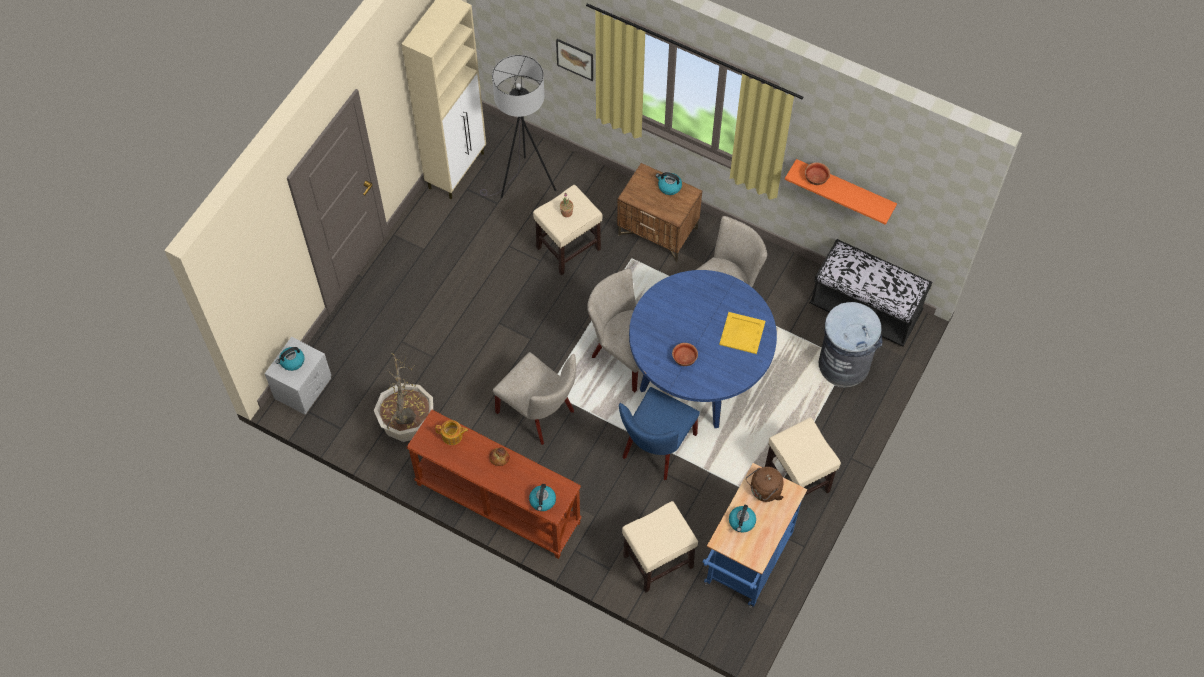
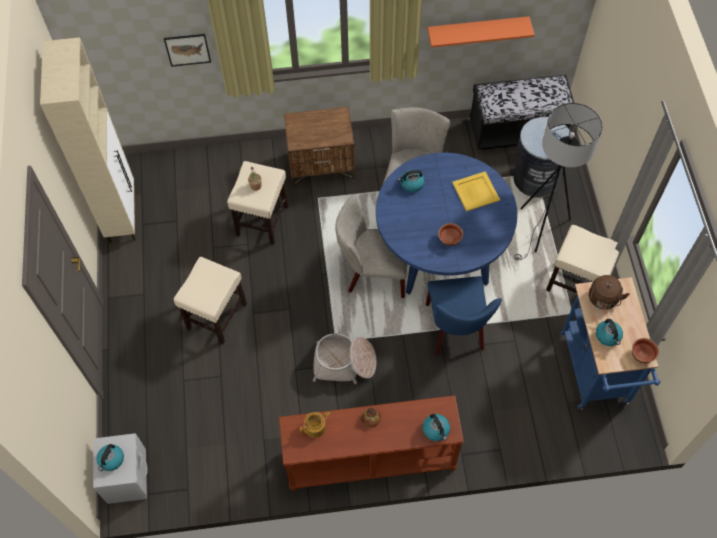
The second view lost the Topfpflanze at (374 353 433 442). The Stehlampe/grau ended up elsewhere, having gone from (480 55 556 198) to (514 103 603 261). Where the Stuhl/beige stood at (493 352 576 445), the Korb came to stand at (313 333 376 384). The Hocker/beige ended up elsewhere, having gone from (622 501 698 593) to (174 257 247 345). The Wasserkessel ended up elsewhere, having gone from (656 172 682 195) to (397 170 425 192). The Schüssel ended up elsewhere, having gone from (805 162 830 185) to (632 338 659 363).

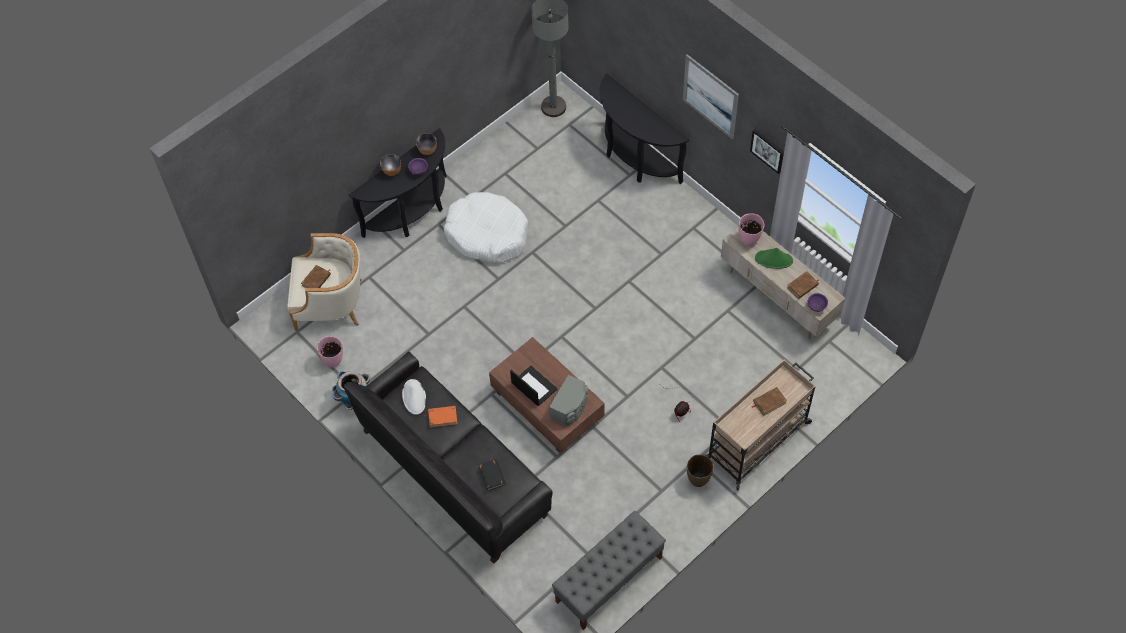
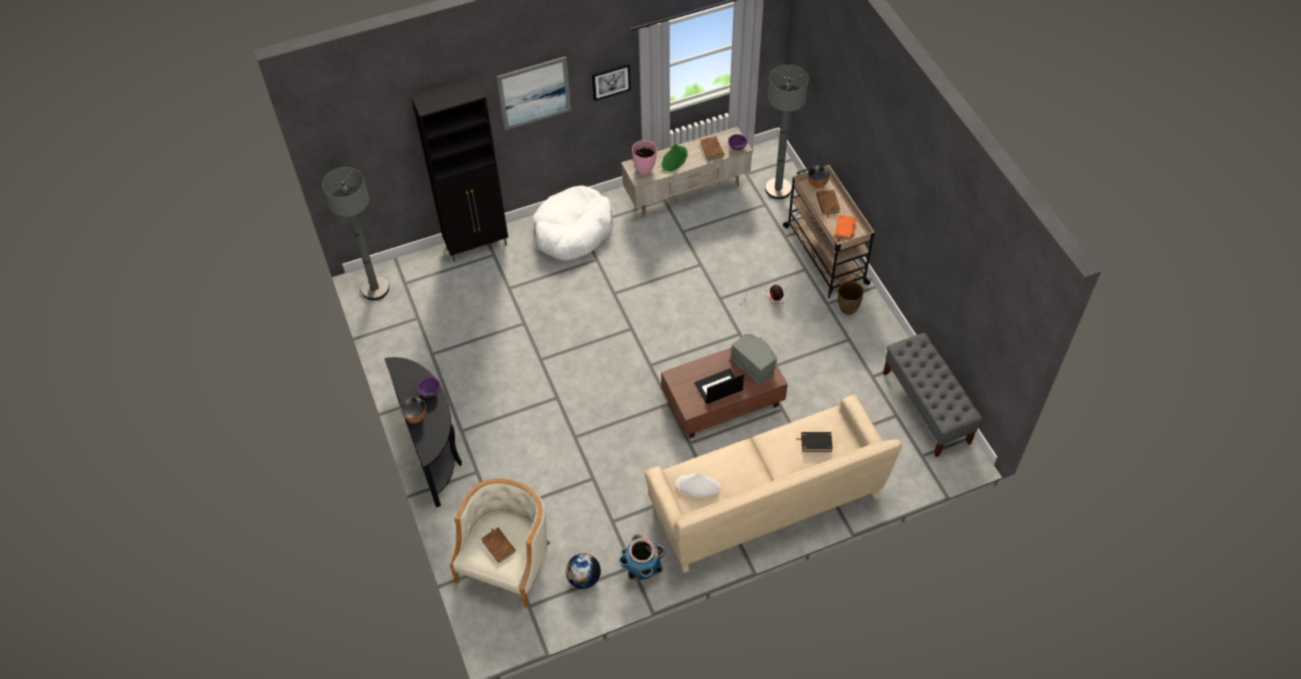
Where the Vase/rosa stood at (317 336 343 368), the Globus came to stand at (566 553 601 589). What was the Sofa/schwarz at (343 351 553 564) turned into the Sofa/beige at (644 394 902 573). The Schüssel ended up elsewhere, having gone from (416 133 437 155) to (808 166 830 188). The Buch/orange ended up elsewhere, having gone from (424 406 457 427) to (834 215 857 242). The Hundebett/weiß ended up elsewhere, having gone from (443 192 528 263) to (533 185 613 261). Where the Konsolentisch/schwarz stood at (600 74 689 184), the Schrank/schwarz came to stand at (411 77 508 262). The second view gained the Stehlampe/grau at (765 65 808 199).

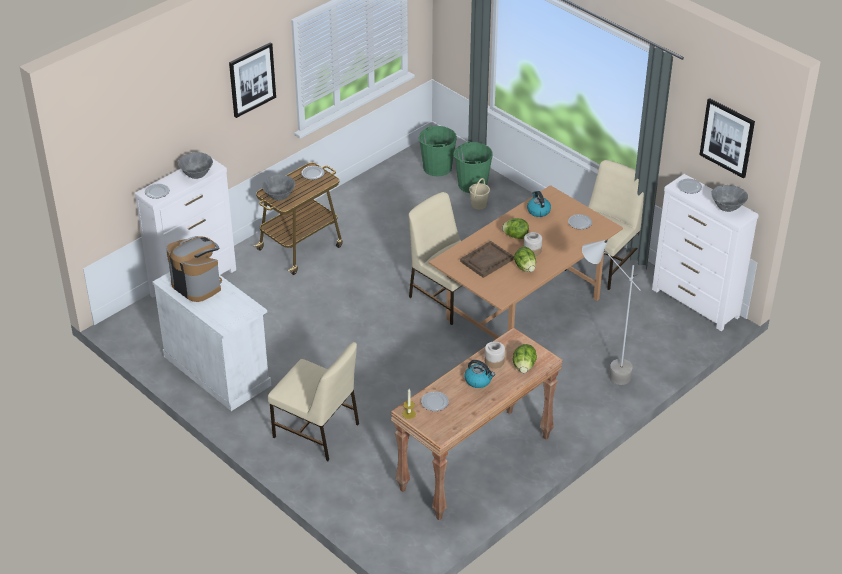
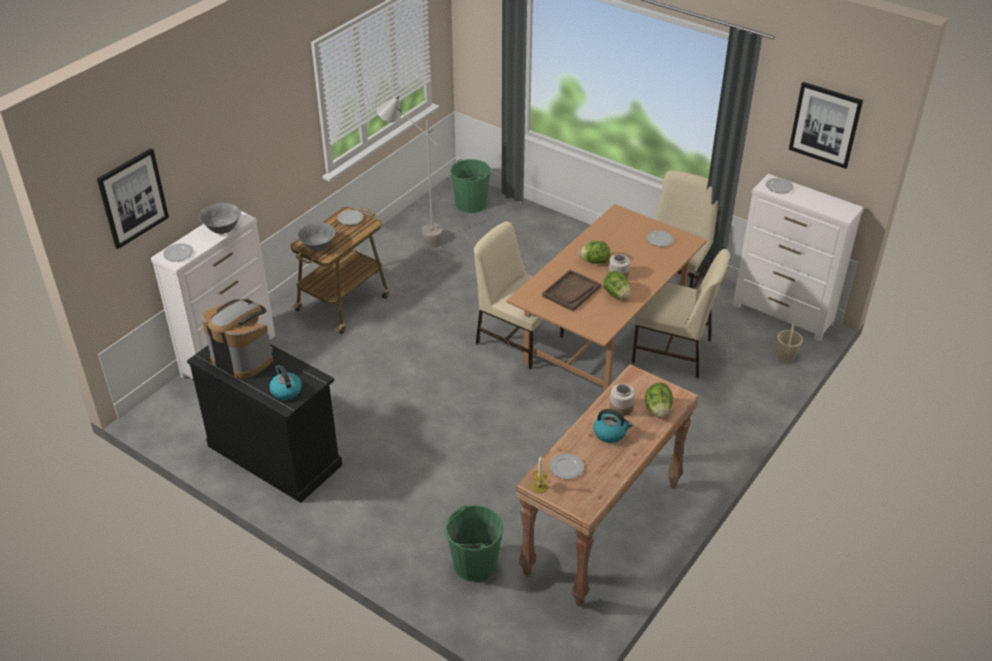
What was the Schrank/weiß at (152 272 271 411) turned into the Schrank/schwarz at (187 344 342 503). The Bild ended up elsewhere, having gone from (229 42 276 118) to (97 148 169 249). The Stuhl/beige ended up elsewhere, having gone from (268 342 359 461) to (632 249 729 378). The Eimer/grün ended up elsewhere, having gone from (453 141 493 193) to (445 505 503 582). The Eimer/beige ended up elsewhere, having gone from (469 178 490 210) to (777 324 803 362). The Wasserkessel ended up elsewhere, having gone from (527 191 551 217) to (269 365 302 400). The Stehlampe/grau ended up elsewhere, having gone from (582 240 641 385) to (376 96 443 248). The second view lost the Schüssel/grau at (711 185 748 212).

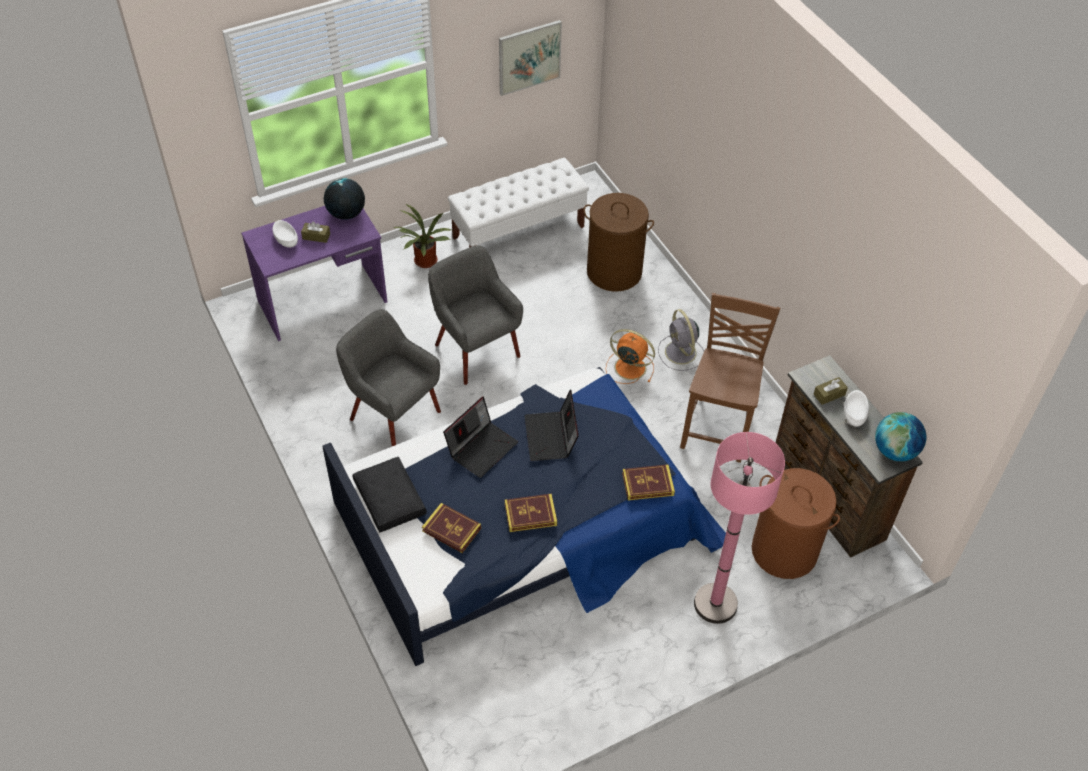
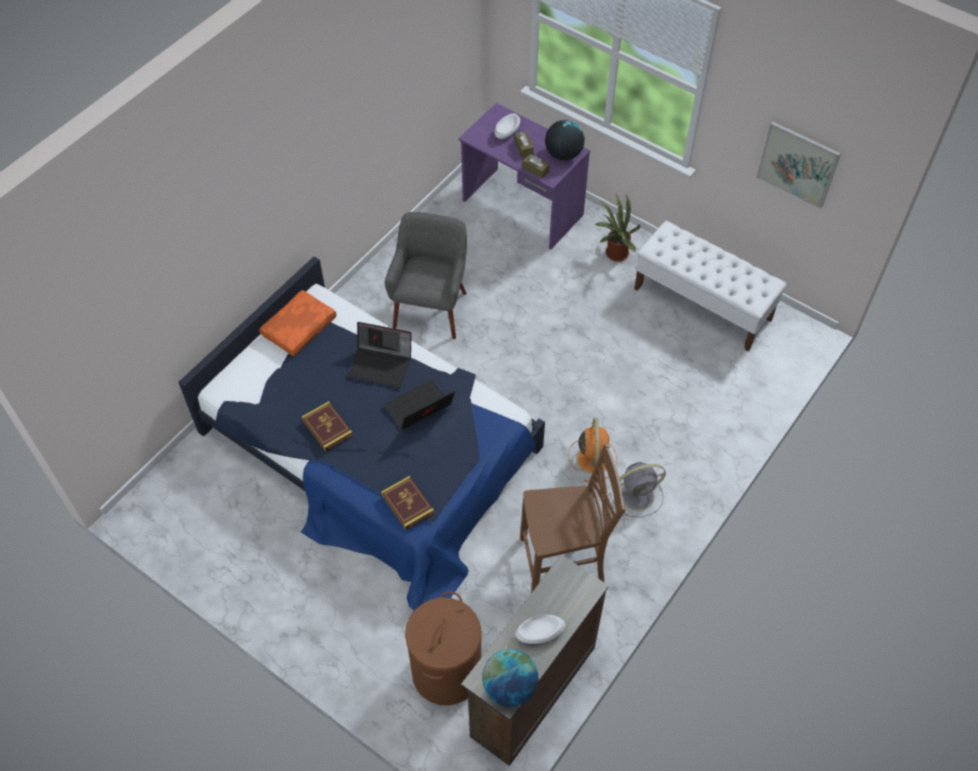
What was the Kissen/schwarz at (352 457 427 532) turned into the Kissen/orange at (259 290 337 356). The second view lost the Buch at (422 503 481 553). The second view lost the Sessel/grau at (428 246 523 385). The second view lost the Wäschekorb/braun at (583 193 654 292). The Ventilator/grau at (658 309 704 371) ended up facing another way, 150 degrees counterclockwise from before. The second view lost the Stehlampe/rosa at (694 432 785 624). The Taschentuchbox/braun ended up elsewhere, having gone from (813 377 848 405) to (522 154 550 179).

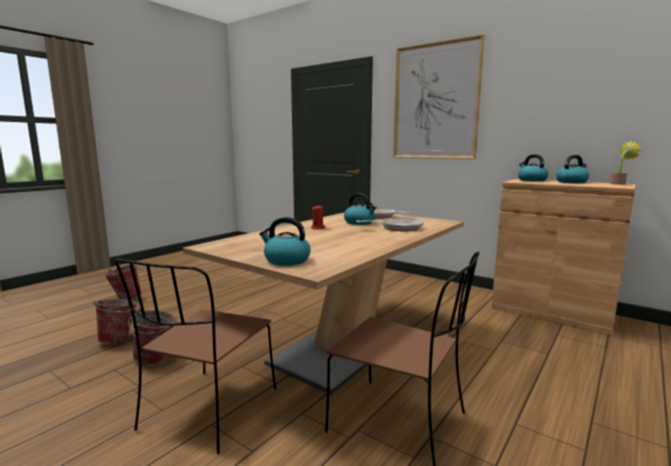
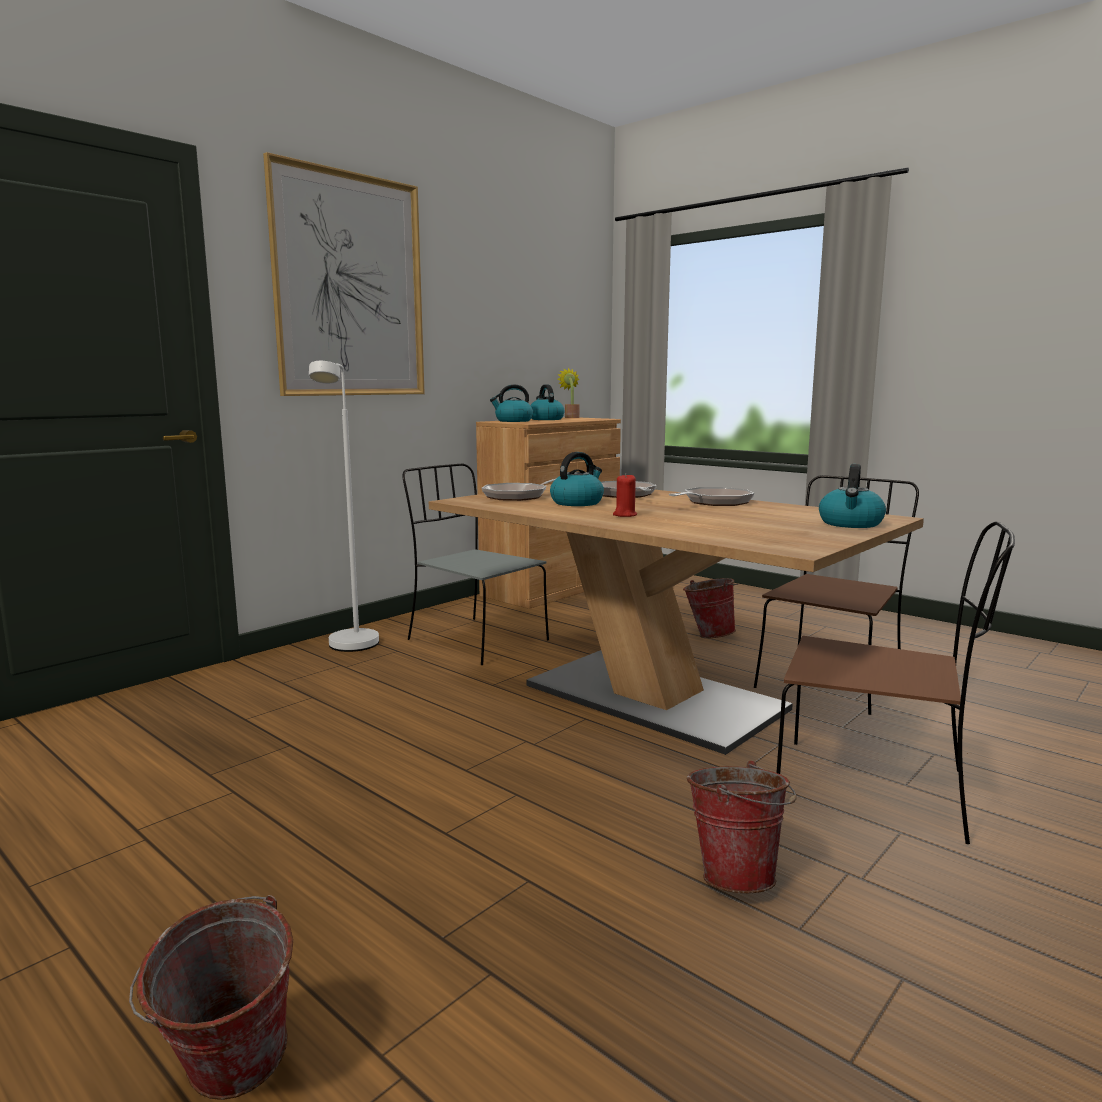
The Eimer ended up elsewhere, having gone from (93 299 139 344) to (683 578 738 638). The second view gained the Stehlampe/weiß at (309 361 379 652). The second view gained the Stuhl/grau at (403 464 549 665). The second view gained the Pfanne at (669 487 754 506).

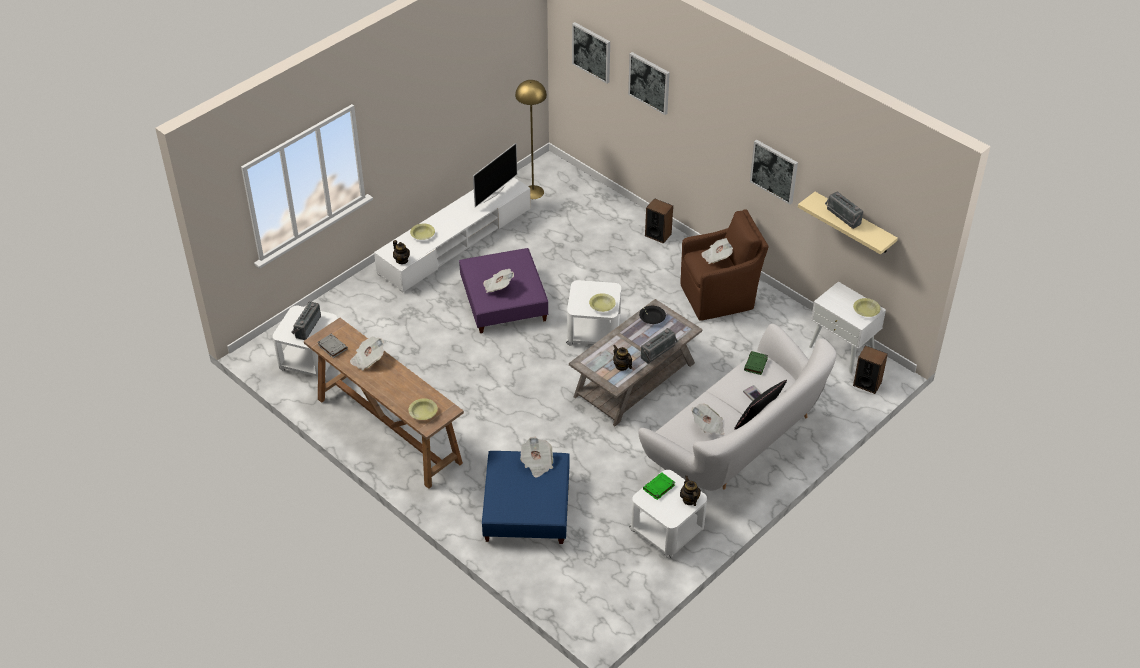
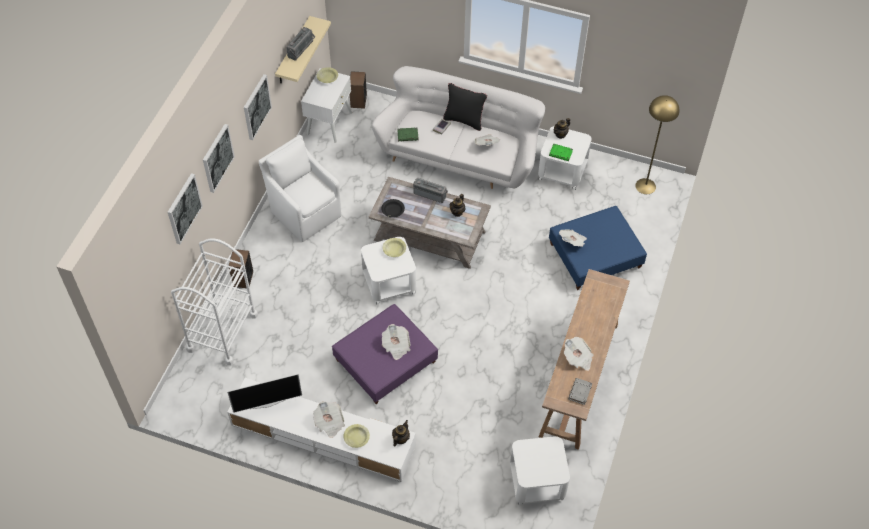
The second view lost the Radio at (291 301 321 340). The second view lost the Schüssel/gelb at (408 399 438 420). The Fernseher at (473 143 517 207) ended up facing another way, 150 degrees clockwise from before. The Stehlampe/gelb ended up elsewhere, having gone from (515 80 547 199) to (635 95 680 194). The Bild ended up elsewhere, having gone from (572 22 610 84) to (203 124 235 193). What was the Sessel/braun at (680 210 768 321) turned into the Sessel/weiß at (259 135 341 242). The Zeitung ended up elsewhere, having gone from (701 238 733 264) to (313 401 345 438). The second view gained the Rollwagen/weiß at (171 238 258 365).

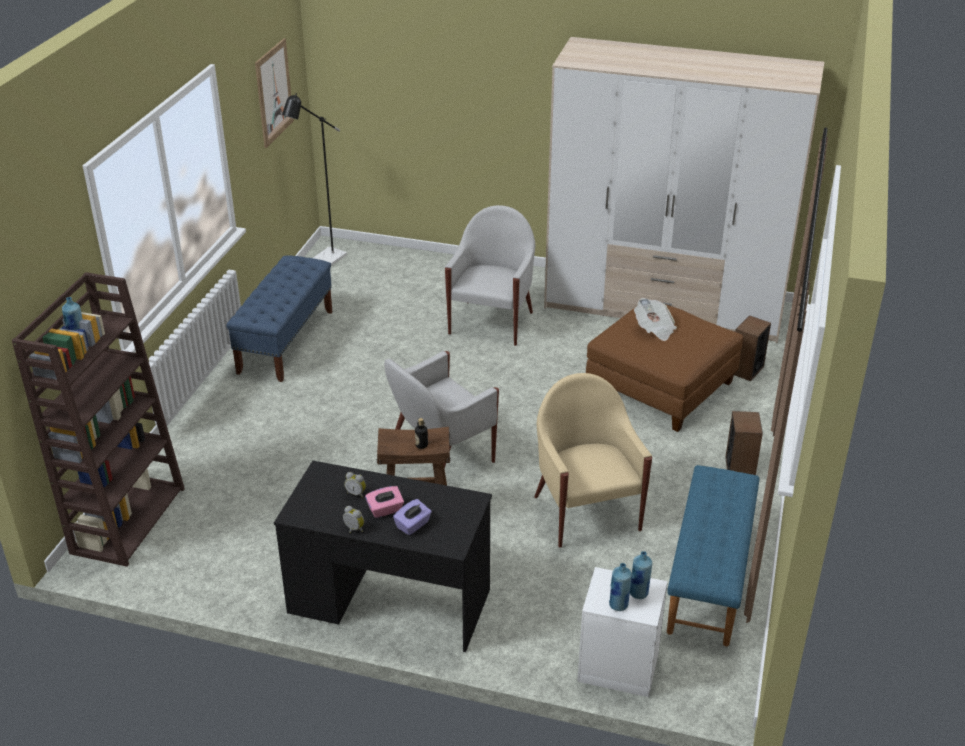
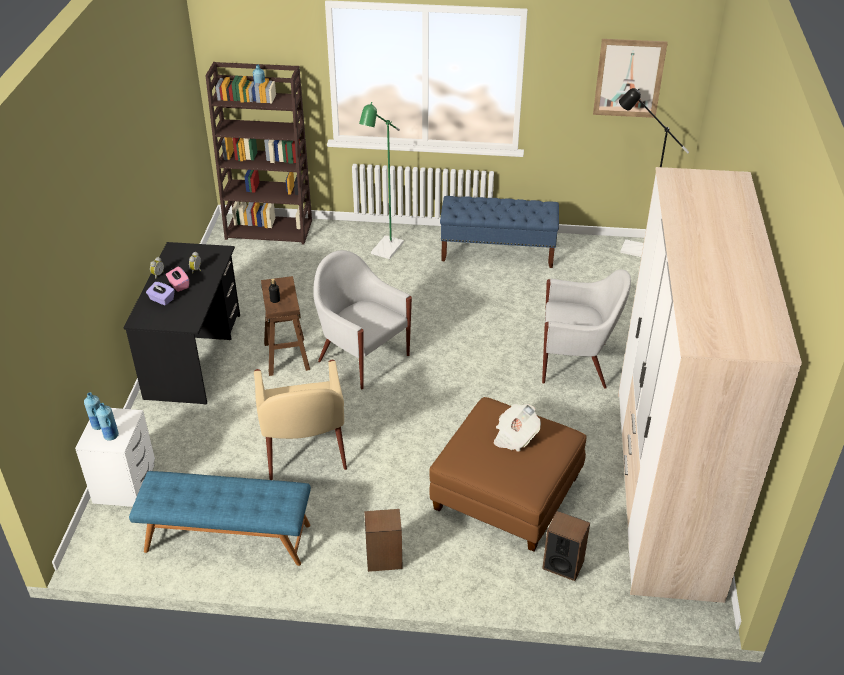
The Sessel/beige at (534 373 652 548) ended up facing another way, 105 degrees clockwise from before. The second view gained the Stehlampe/grün at (359 102 404 259).

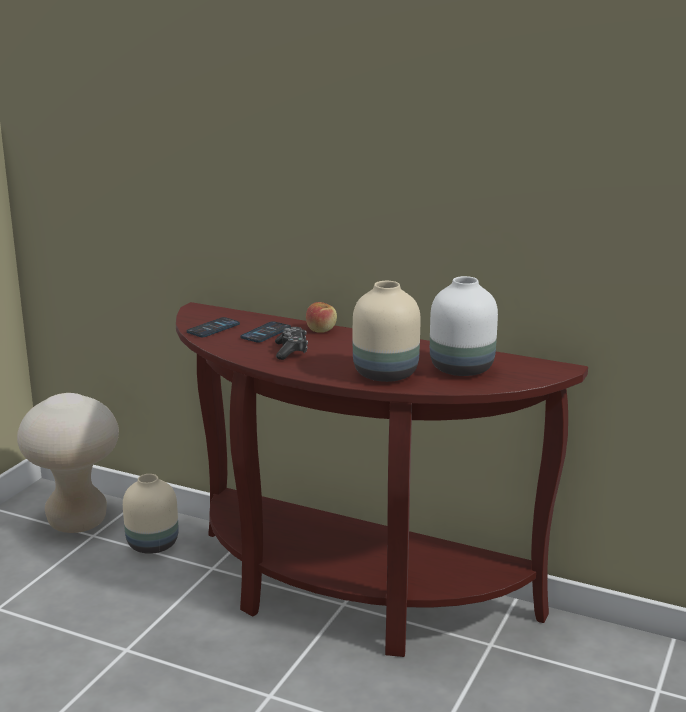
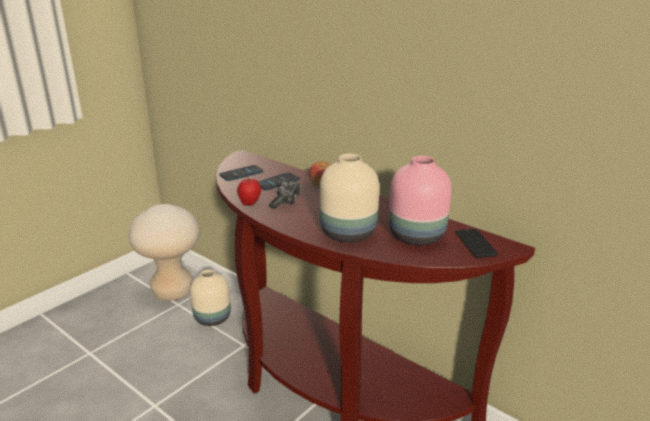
What was the Vase/weiß at (430 276 498 376) turned into the Vase/rosa at (389 156 451 245). The second view gained the Apfel at (237 176 261 206). The second view gained the Handy at (456 229 498 258).

